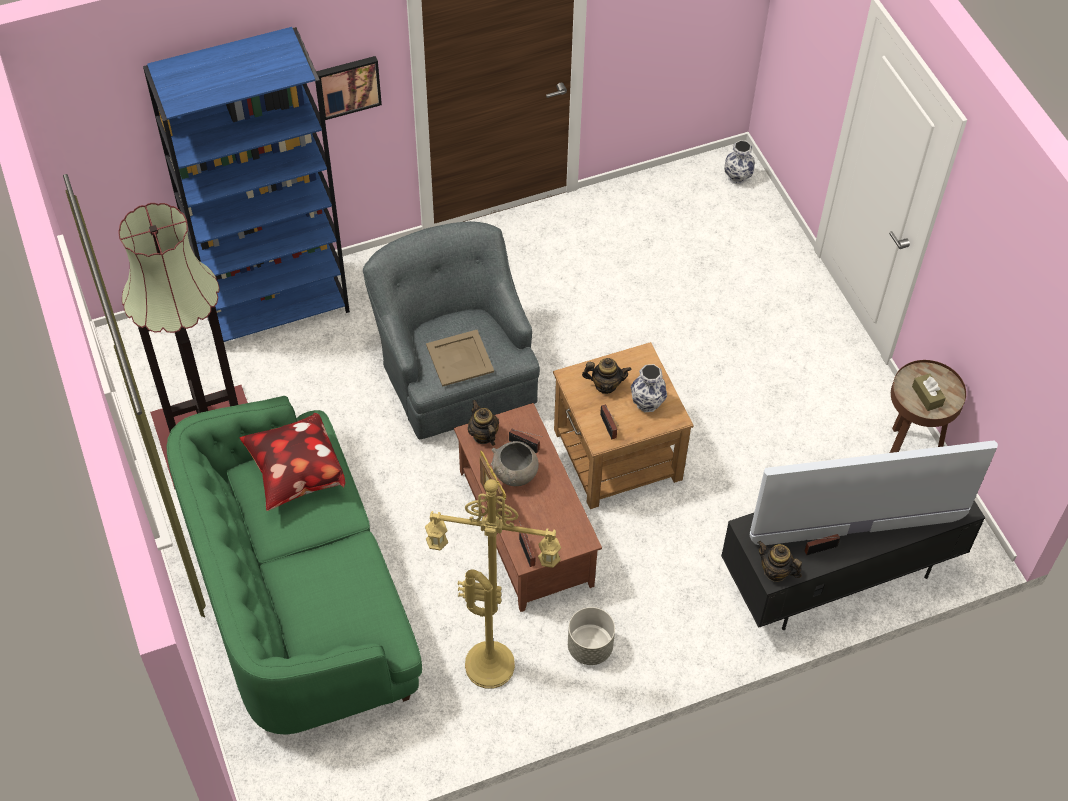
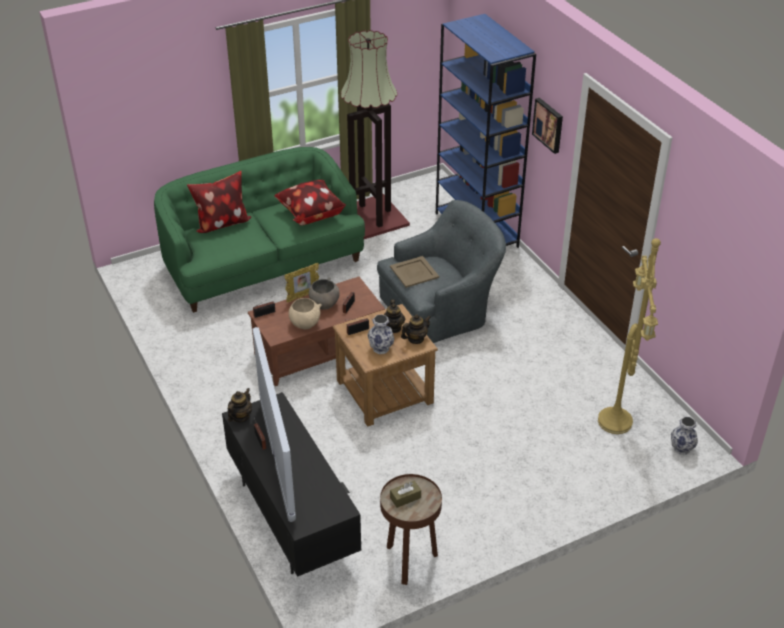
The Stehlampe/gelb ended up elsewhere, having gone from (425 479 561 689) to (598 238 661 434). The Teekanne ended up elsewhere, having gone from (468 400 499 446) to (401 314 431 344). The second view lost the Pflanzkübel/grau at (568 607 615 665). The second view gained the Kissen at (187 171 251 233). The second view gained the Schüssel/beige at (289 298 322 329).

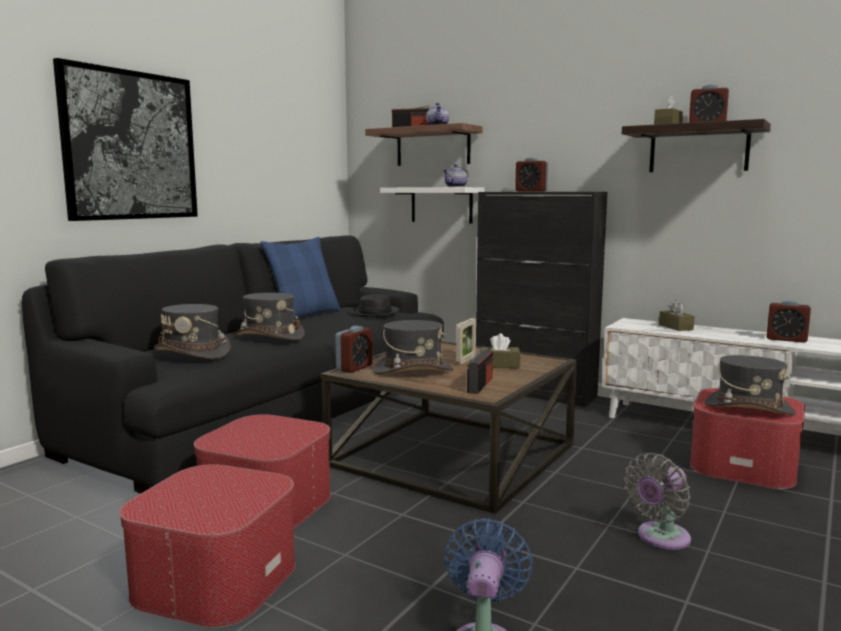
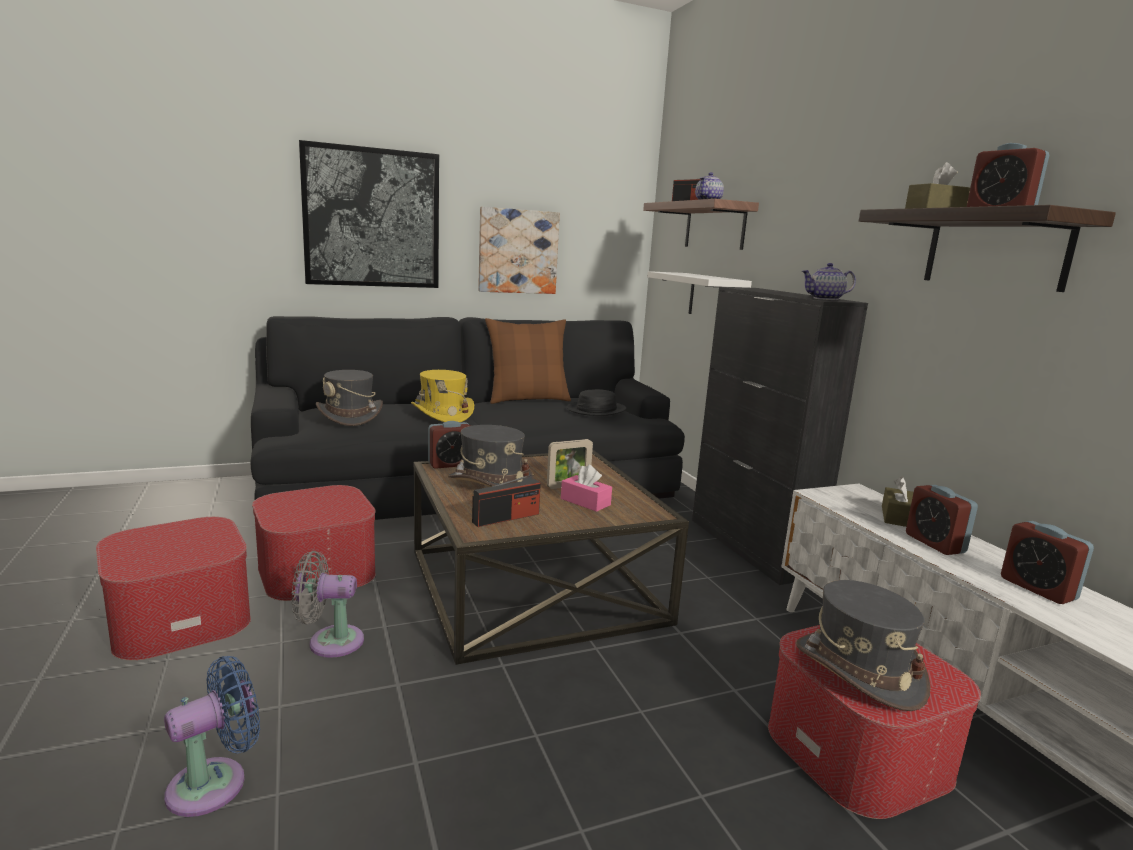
What was the Hut/grau at (235 293 305 340) turned into the Hut/gelb at (411 370 474 423). What was the Kissen/blau at (260 237 341 319) turned into the Kissen/braun at (485 318 571 404). The Teekanne ended up elsewhere, having gone from (443 164 469 187) to (802 263 856 300). What was the Taschentuchbox/braun at (481 333 520 368) turned into the Taschentuchbox/rosa at (561 465 612 512). The Wecker ended up elsewhere, having gone from (515 158 548 192) to (906 485 978 555). The Ventilator/grau ended up elsewhere, having gone from (624 453 691 550) to (292 551 364 658). The second view gained the Bild at (478 207 560 294).

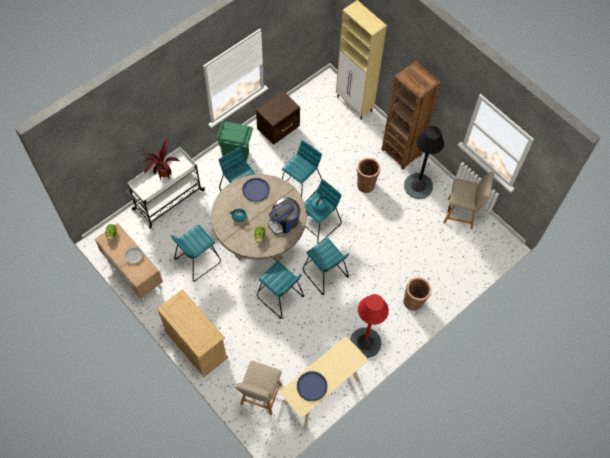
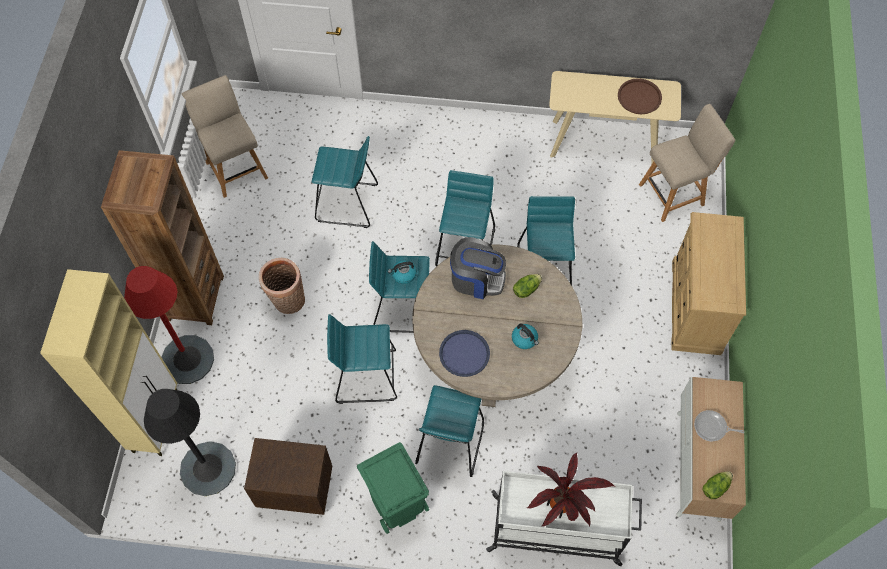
The Hocker/türkis ended up elsewhere, having gone from (171 225 221 282) to (312 136 378 228). What was the Tablett/blau at (297 371 328 401) turned into the Tablett/braun at (618 78 662 114). The Stehlampe/rot ended up elsewhere, having gone from (350 294 389 358) to (124 266 214 384). The second view lost the Korb at (403 277 431 311). The Stehlampe/schwarz ended up elsewhere, having gone from (404 126 444 199) to (144 389 236 496).

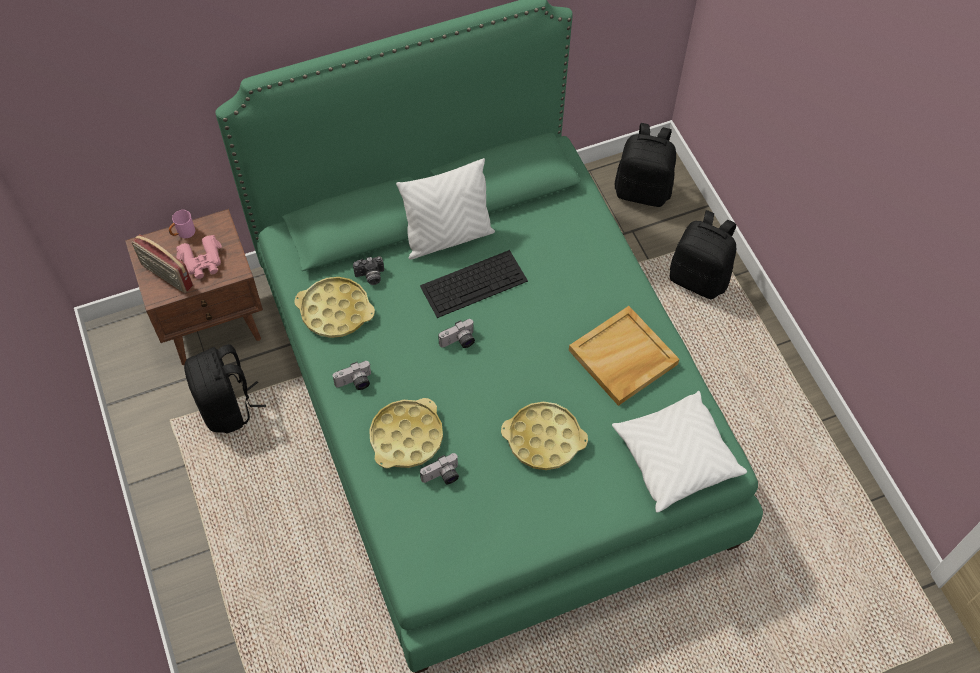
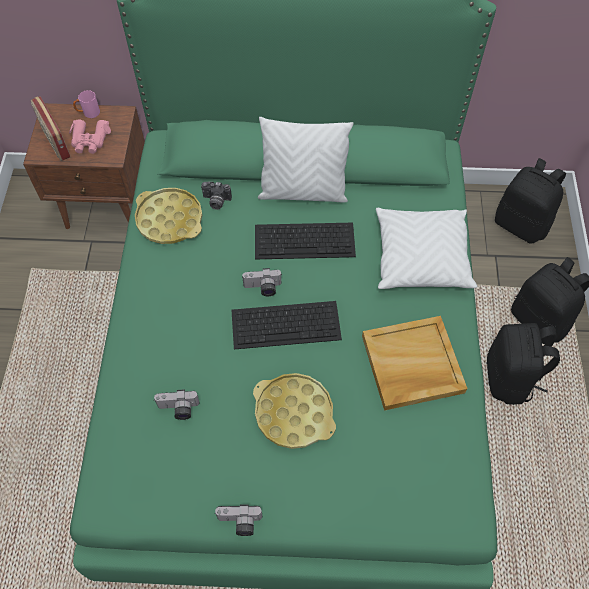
The Rucksack/schwarz ended up elsewhere, having gone from (184 344 266 433) to (487 323 560 405). The Kamera ended up elsewhere, having gone from (333 361 371 390) to (215 504 262 536). The second view lost the Tablett/gelb at (369 398 443 468). The Kissen/weiß ended up elsewhere, having gone from (612 391 747 513) to (376 208 477 289). The second view gained the Tastatur at (231 301 342 349).

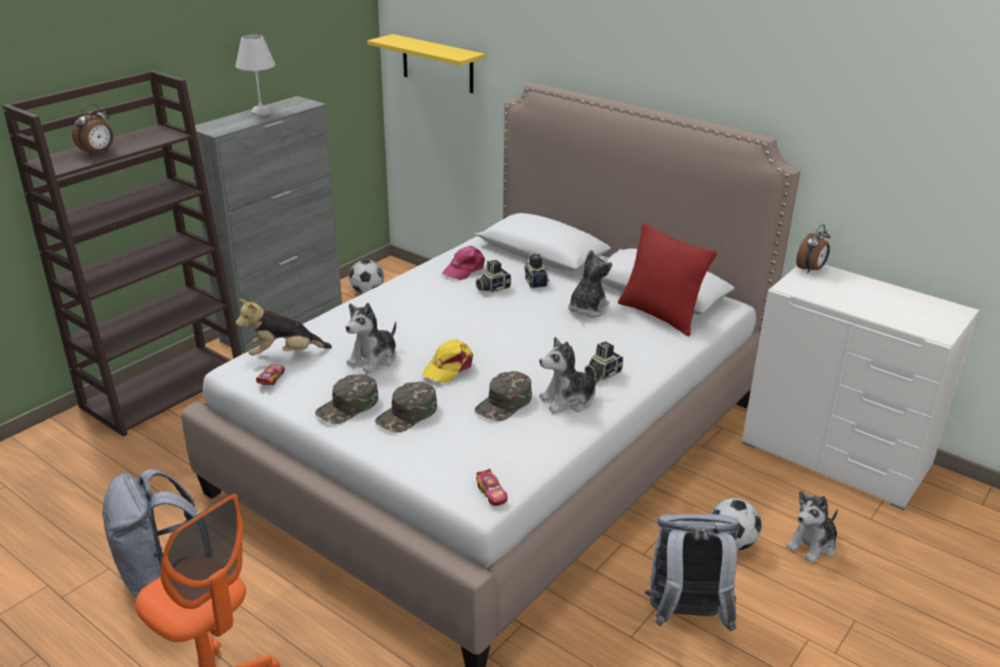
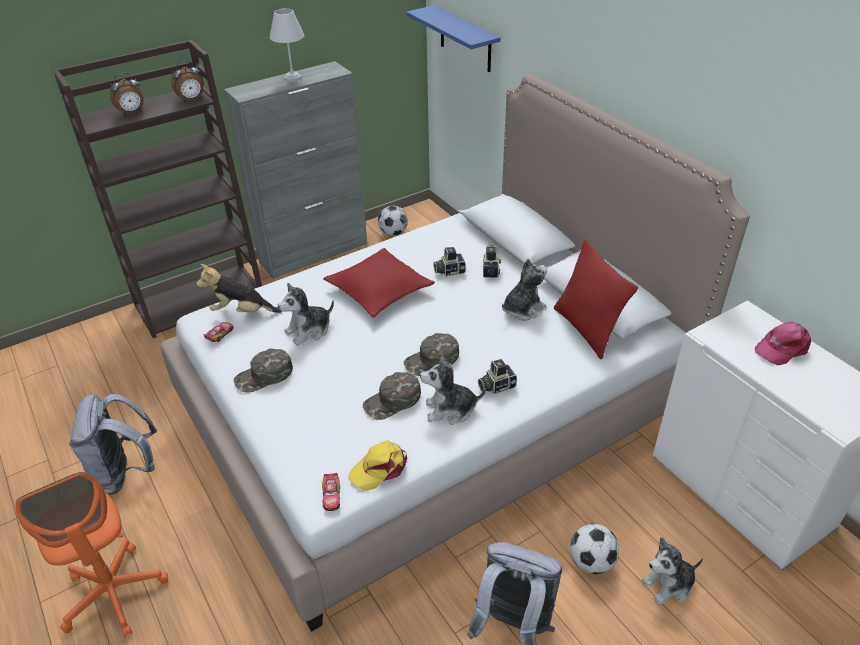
What was the Wandregal/gelb at (367 34 485 93) turned into the Wandregal/blau at (406 5 501 72). The Kappe/grün ended up elsewhere, having gone from (375 382 437 433) to (404 333 459 376). The Kappe/gelb ended up elsewhere, having gone from (423 339 473 383) to (348 440 407 491). The Kappe/rosa ended up elsewhere, having gone from (442 246 485 280) to (755 321 811 365). The Wecker ended up elsewhere, having gone from (796 224 830 273) to (171 60 203 103). The second view gained the Kissen/rot at (324 248 435 317).

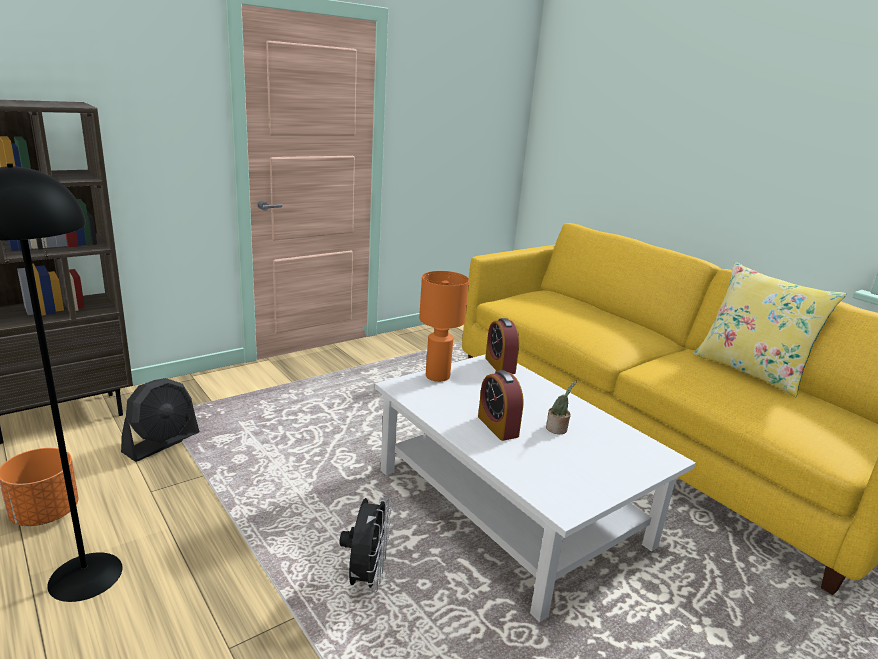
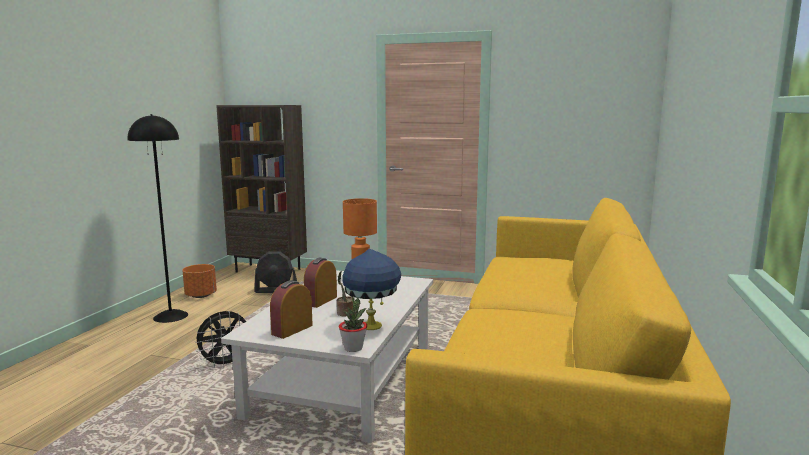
The Wecker ended up elsewhere, having gone from (485 318 519 374) to (270 280 313 339). The second view lost the Kissen/gelb at (693 262 846 397). The second view gained the Topfpflanze at (339 296 367 352). The second view gained the Tischlampe/blau at (342 248 401 330).

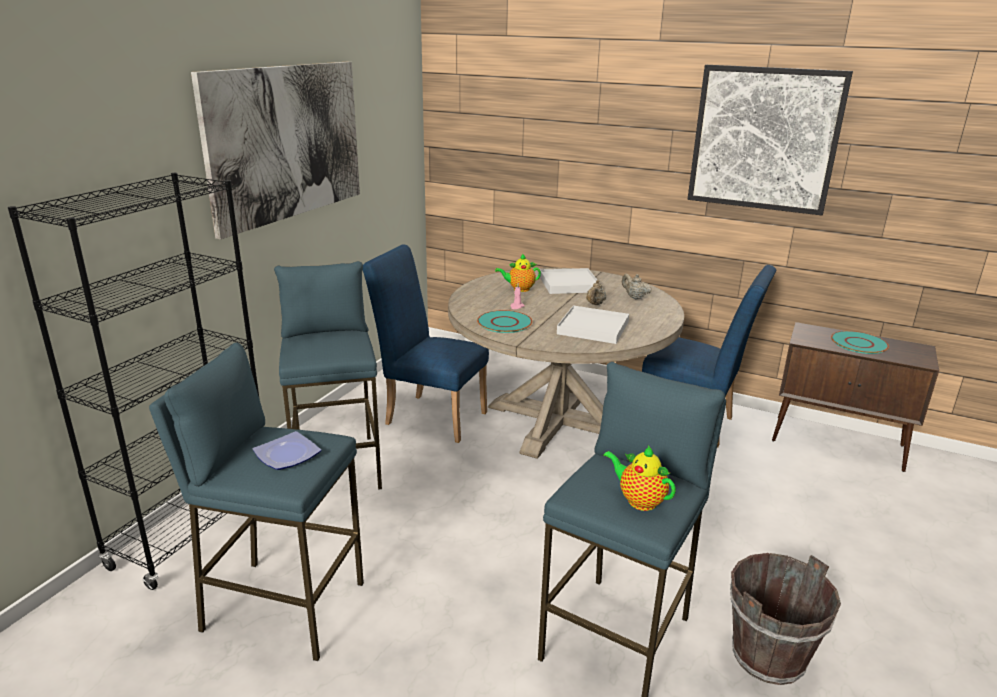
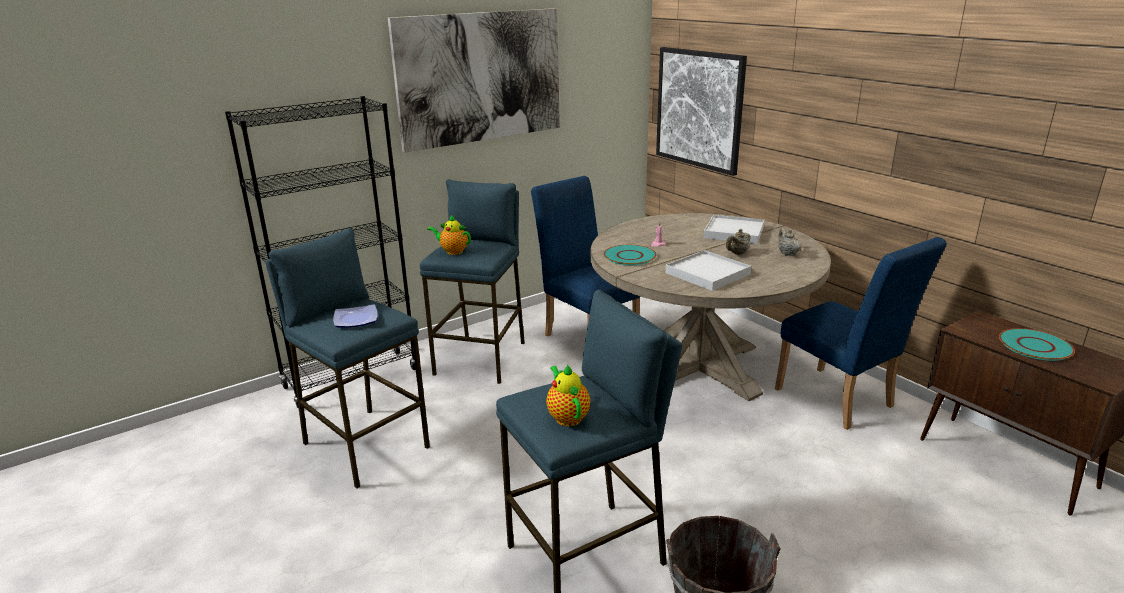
The Teekanne ended up elsewhere, having gone from (495 254 541 292) to (427 215 471 255). The Bild ended up elsewhere, having gone from (687 65 853 215) to (656 47 747 176).

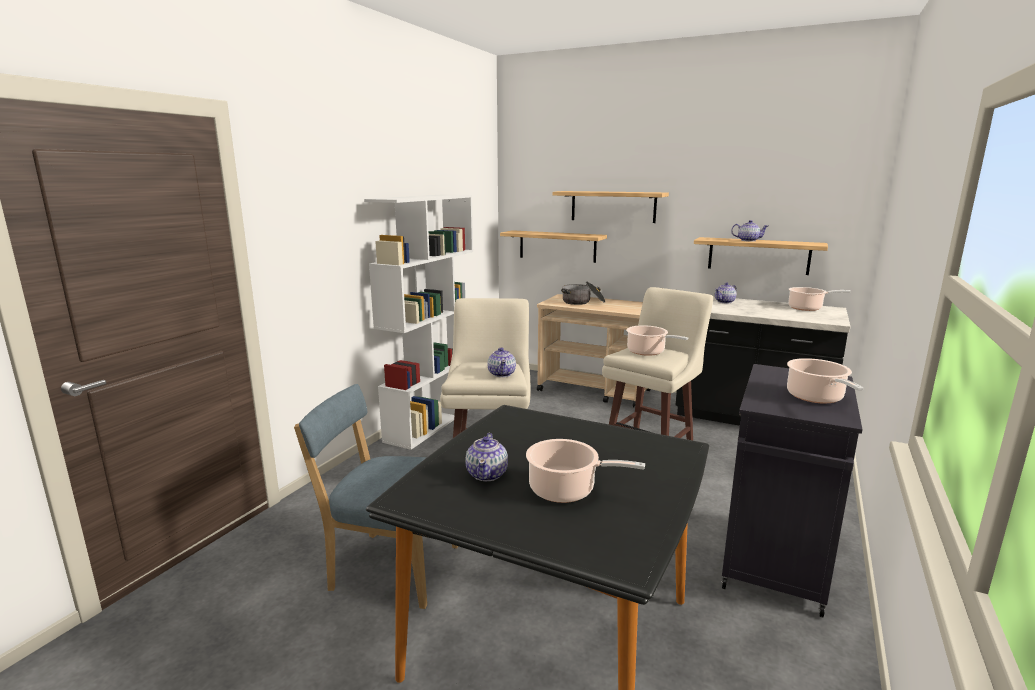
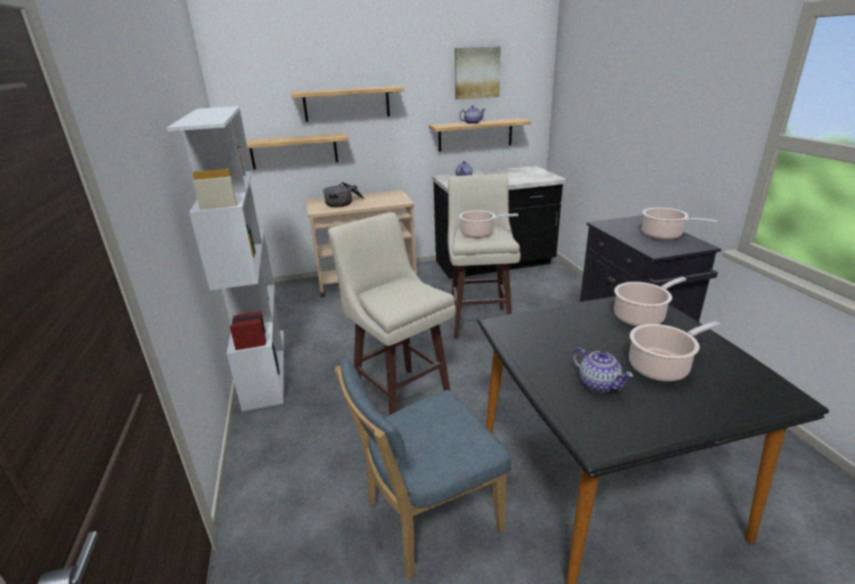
The second view lost the Teekanne at (487 348 516 377). The Kochtopf ended up elsewhere, having gone from (788 287 851 311) to (614 277 686 327). The second view gained the Bild at (455 46 501 100).

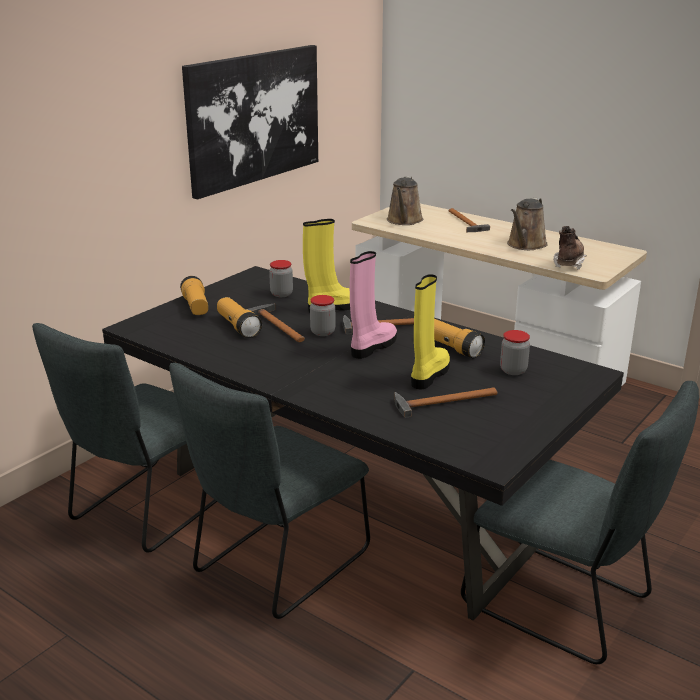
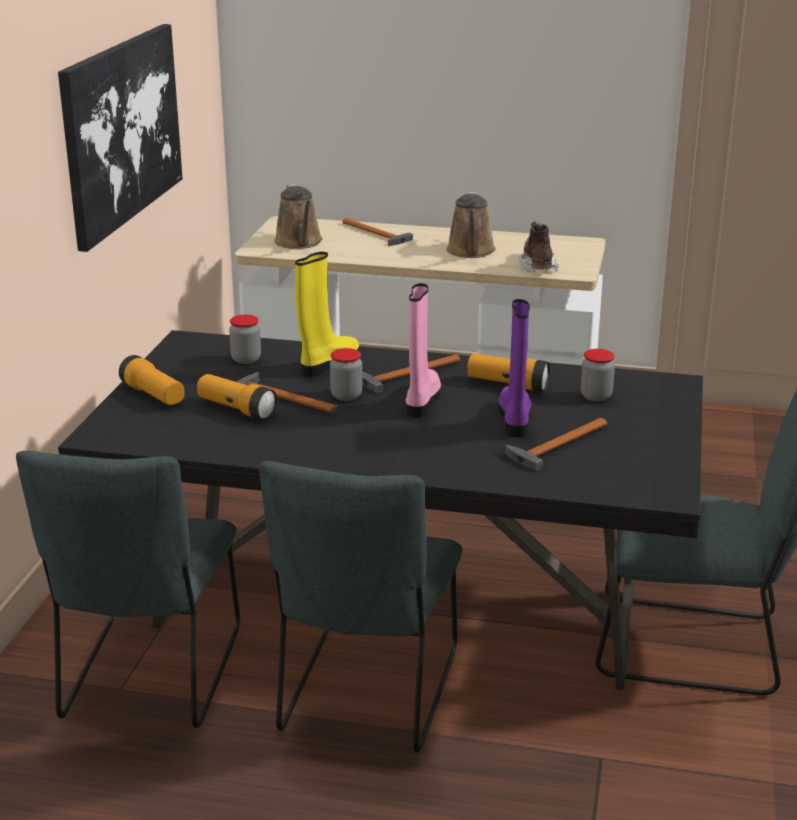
What was the Stiefel/gelb at (411 274 450 389) turned into the Stiefel/lila at (498 299 531 437).

